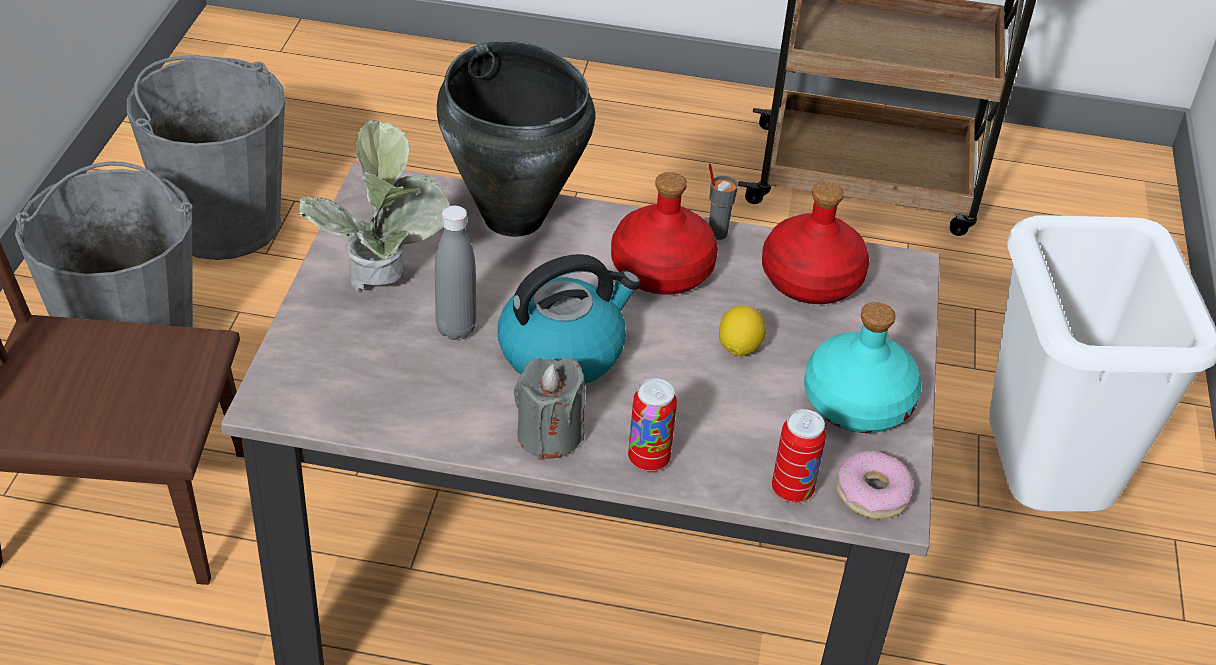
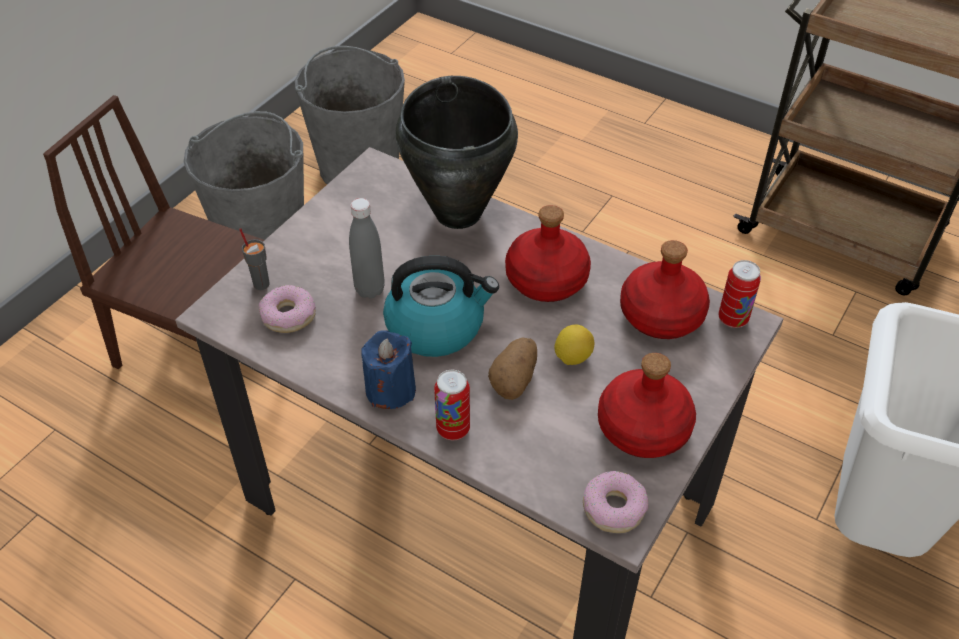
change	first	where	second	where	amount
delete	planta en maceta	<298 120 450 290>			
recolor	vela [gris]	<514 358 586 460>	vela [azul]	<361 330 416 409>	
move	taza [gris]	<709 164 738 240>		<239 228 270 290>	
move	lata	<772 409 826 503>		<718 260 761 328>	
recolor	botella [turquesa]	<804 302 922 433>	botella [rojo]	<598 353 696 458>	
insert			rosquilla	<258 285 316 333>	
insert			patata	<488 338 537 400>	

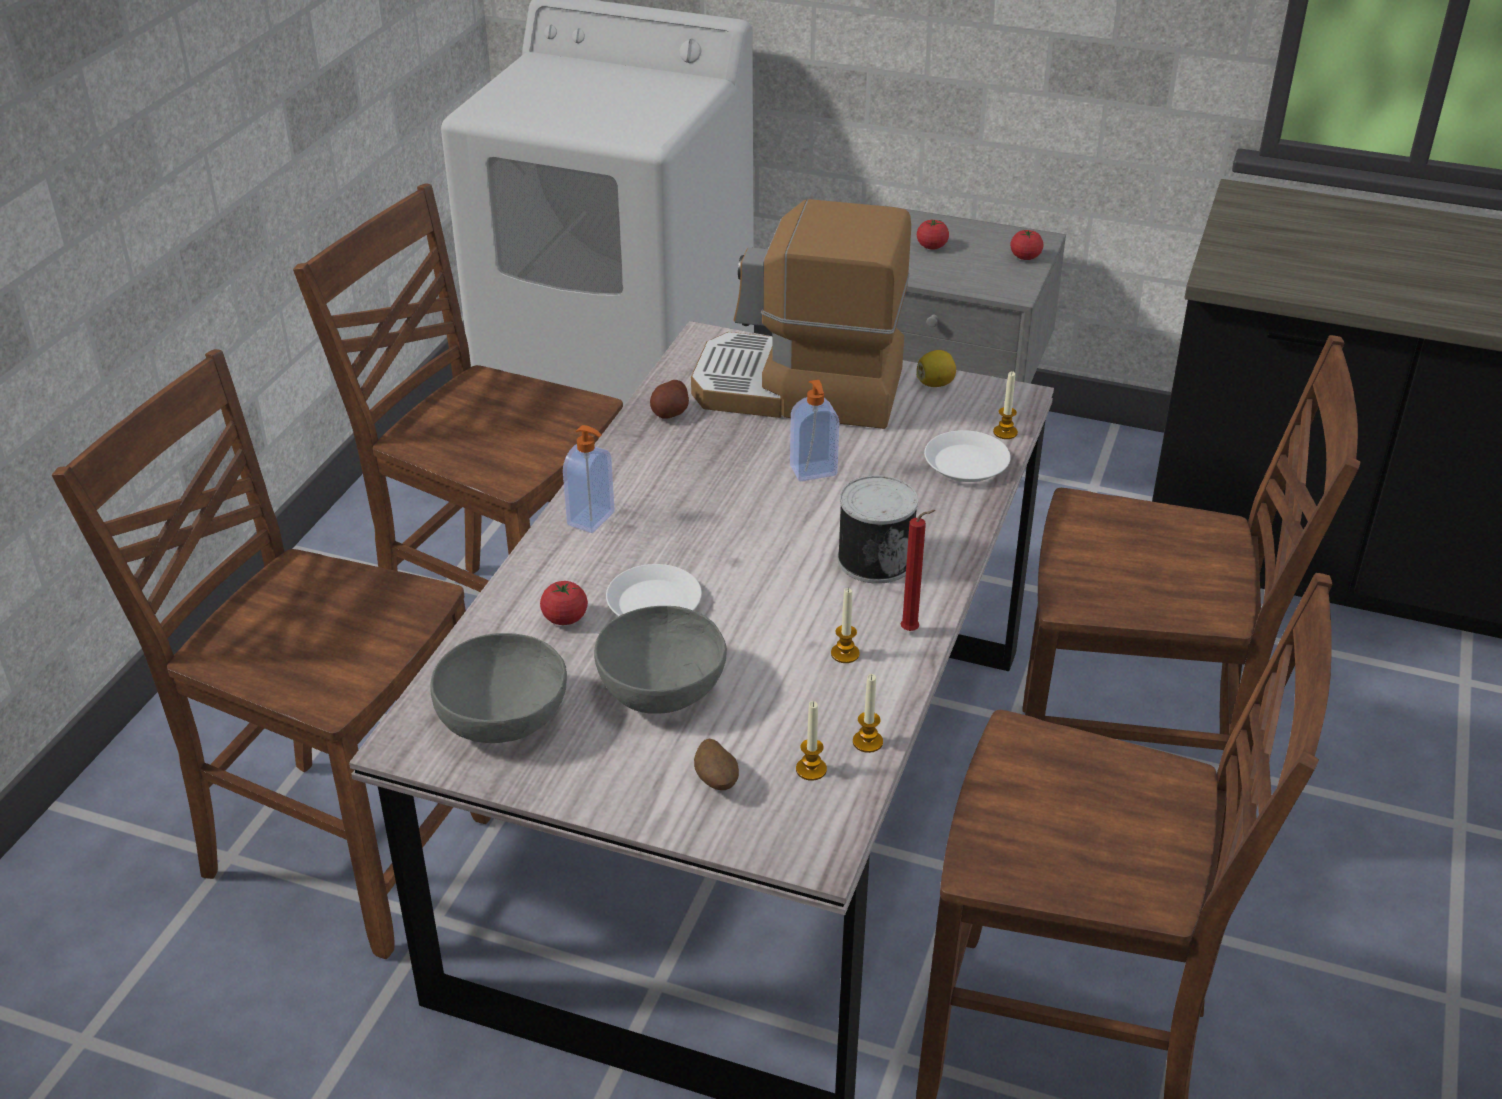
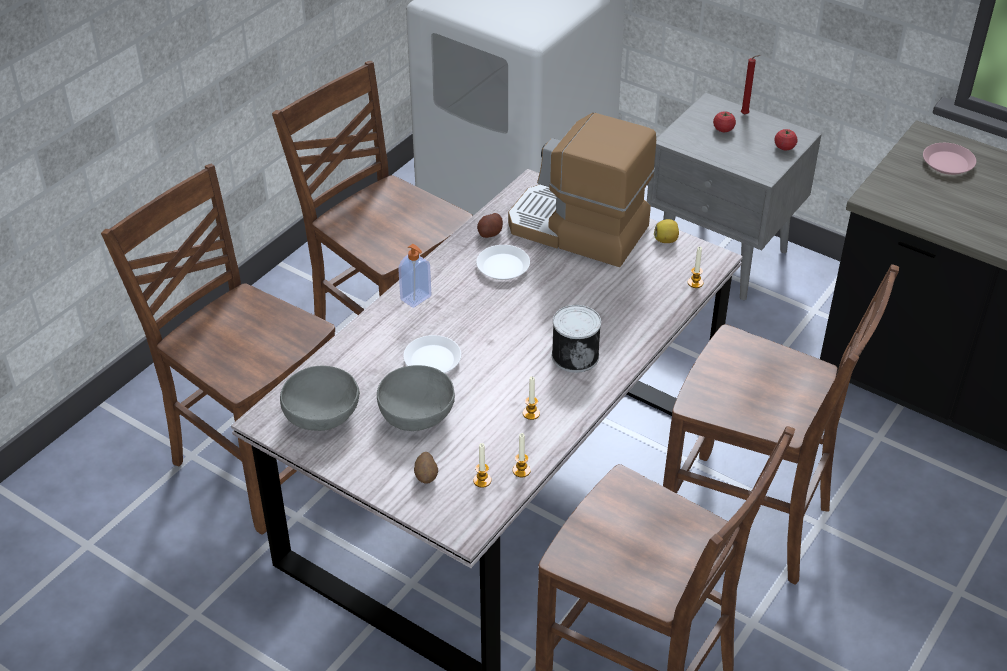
change	first	where	second	where	amount
delete	tomate	<540 581 588 625>			
delete	dispensador de jabón	<790 380 839 481>			
move	vela [rojo]	<900 510 936 631>		<741 55 760 115>	
move	plato [blanco]	<924 430 1011 482>		<476 245 530 280>	
insert			plato [rosa]	<923 143 976 175>	

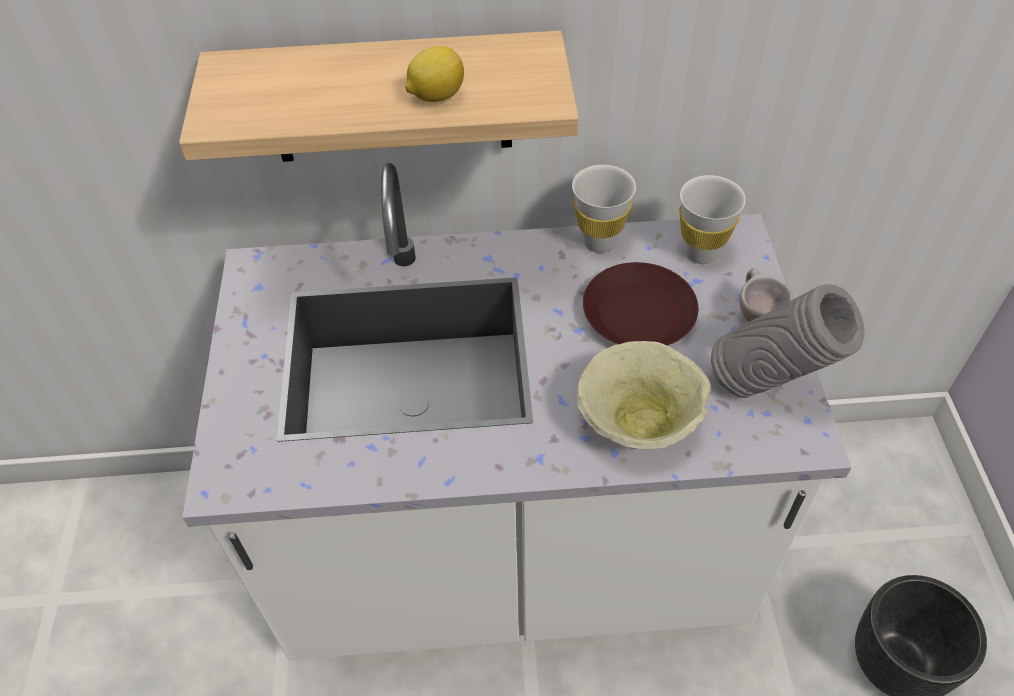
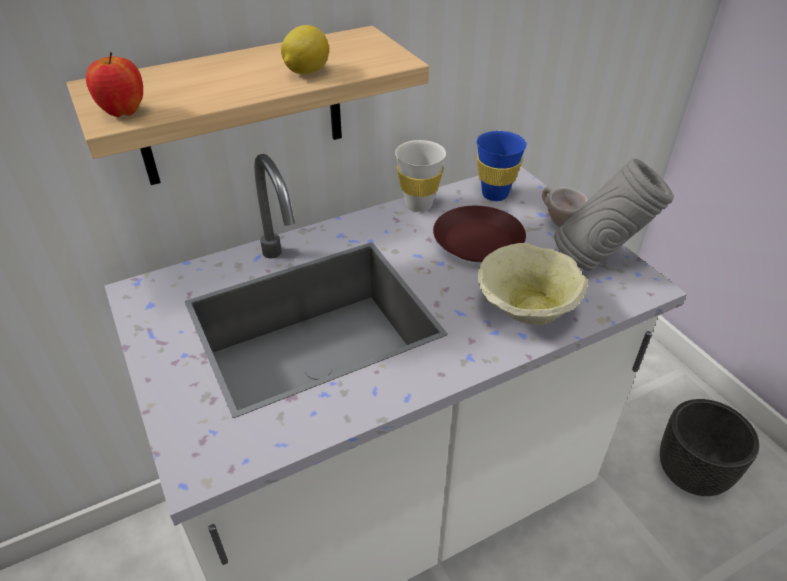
change	first	where	second	where	amount
recolor	taza [blanco]	<679 175 746 264>	taza [azul]	<476 131 527 201>	
insert			manzana	<86 52 143 117>	

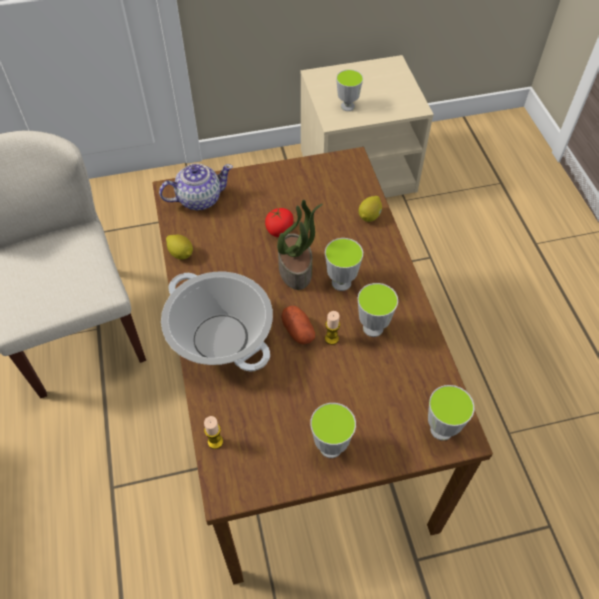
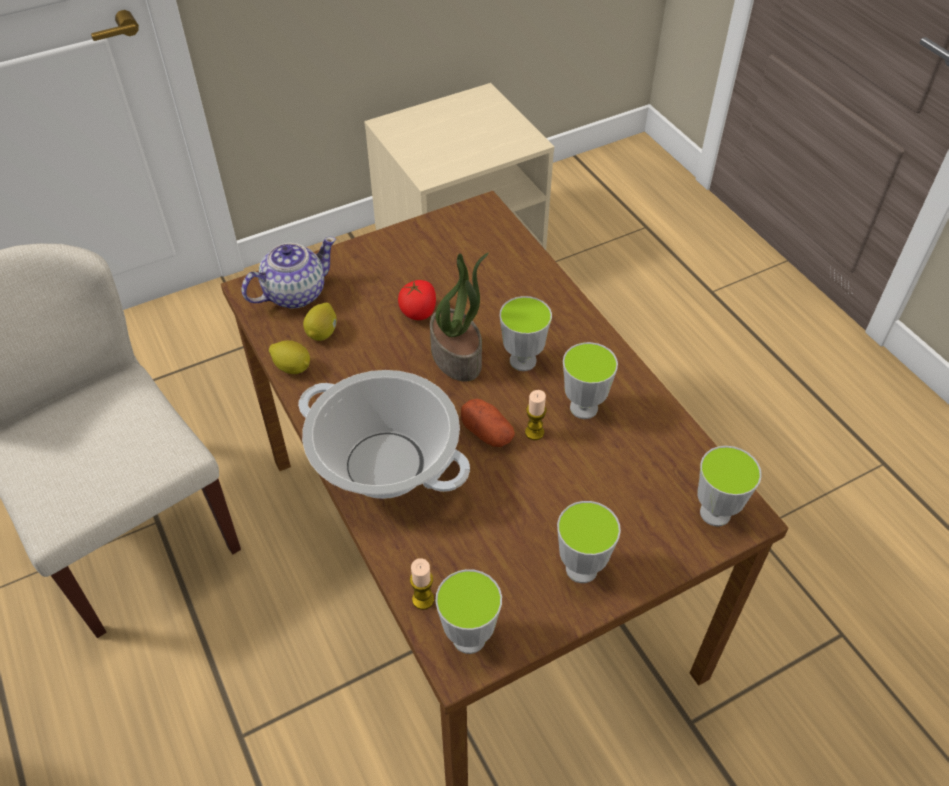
change	first	where	second	where	amount
move	taza	<336 69 363 111>		<436 569 502 654>	
move	limón	<359 196 382 222>		<303 303 337 341>	

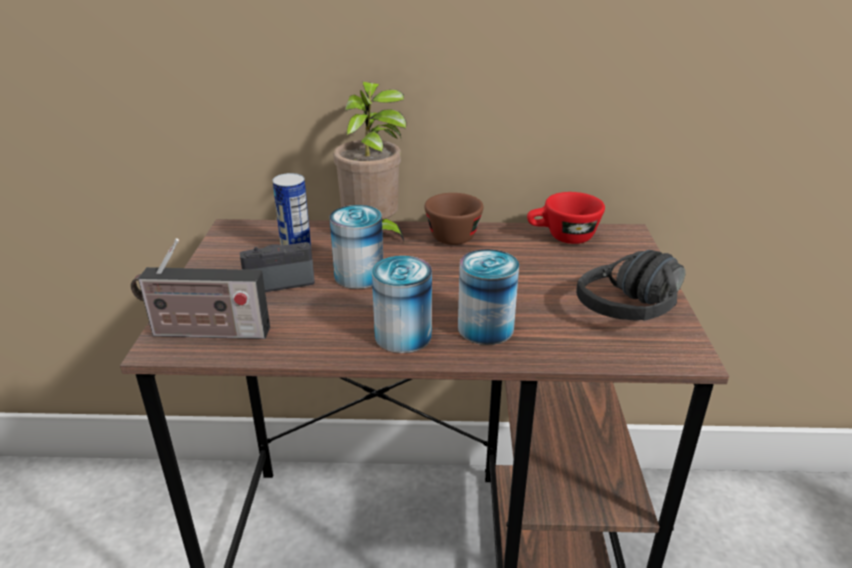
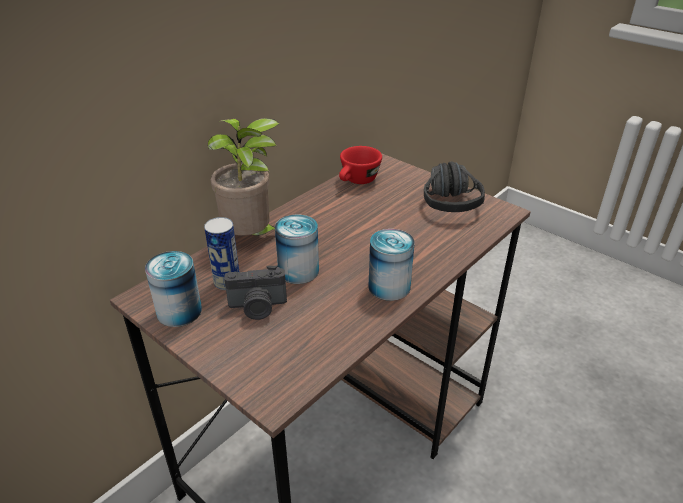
change	first	where	second	where	amount
delete	radio	<131 238 270 339>			
rotate	cámara	<240 242 315 292>		<224 266 287 320>	120 degrees counterclockwise
delete	taza [marrón]	<425 193 483 245>			
move	lata	<458 249 519 345>		<145 251 202 327>	

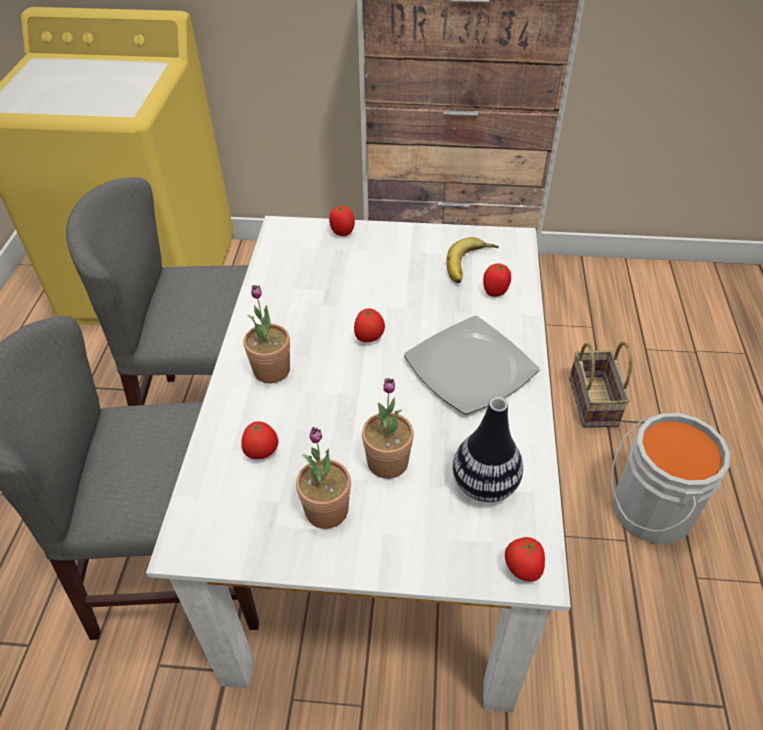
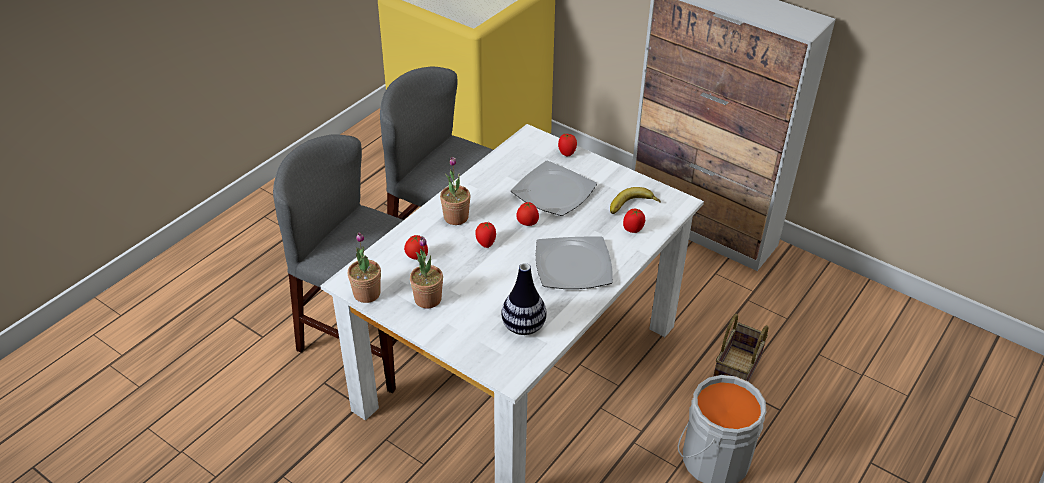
change	first	where	second	where	amount
move	planta en maceta	<362 378 414 479>		<348 232 381 303>	
move	tomate	<505 537 545 582>		<475 222 496 248>	
insert			plato	<511 161 597 216>	

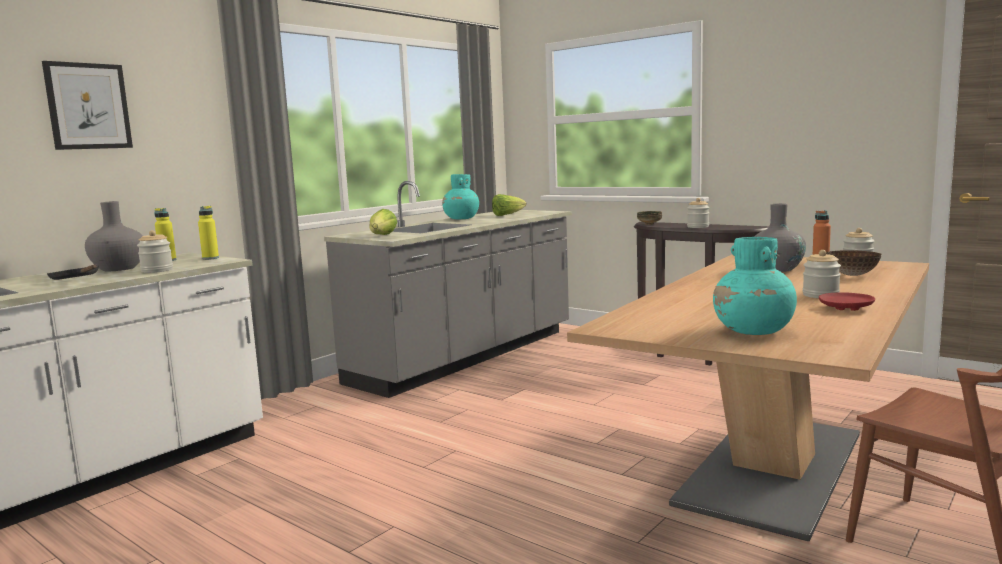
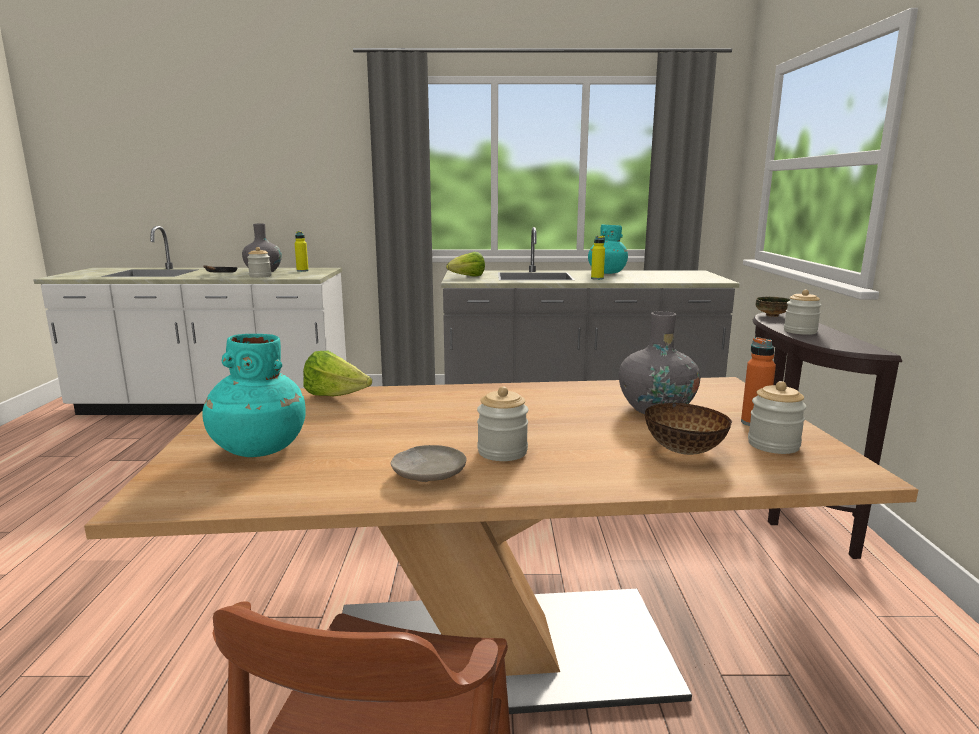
change	first	where	second	where	amount
delete	cuadro	<42 61 133 150>			
move	botella [amarillo]	<198 206 219 260>		<591 236 605 280>	
move	lechuga	<492 194 527 216>		<303 351 372 396>	
recolor	plato [rojo]	<819 292 875 311>	plato [beis]	<391 445 467 482>	

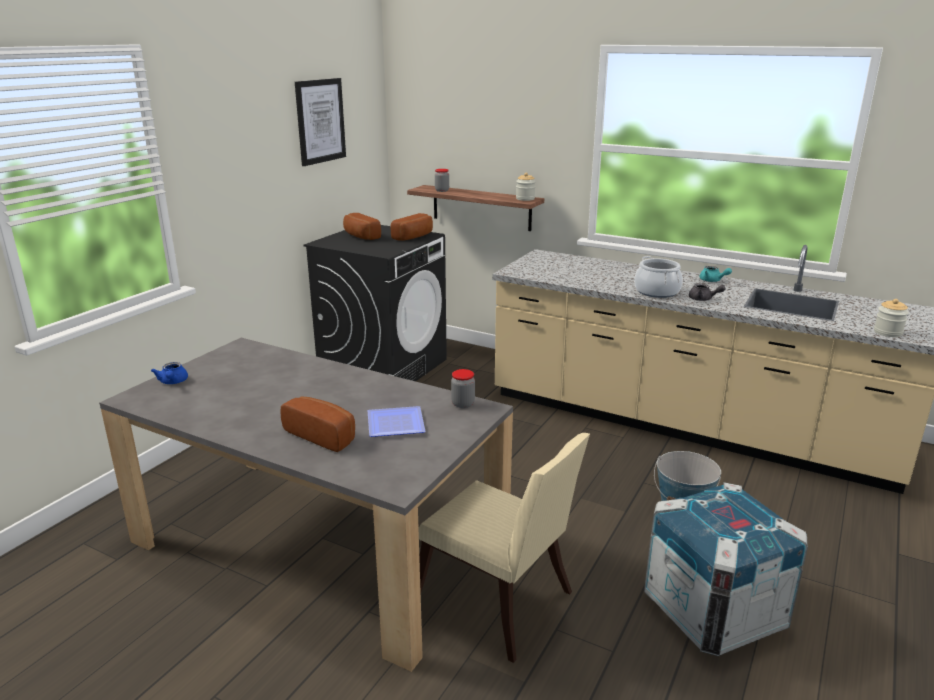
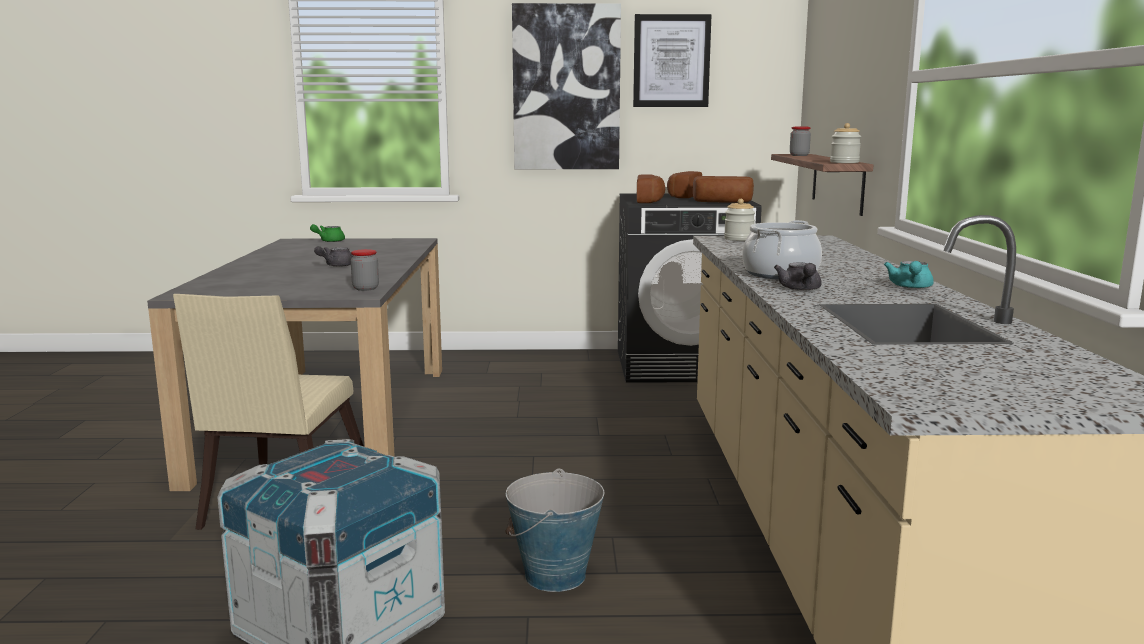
change	first	where	second	where	amount
recolor	tetera [azul]	<151 362 188 384>	tetera [verde]	<310 224 345 242>	
move	pan	<280 396 355 452>		<637 174 665 203>	
delete	plato	<367 406 426 437>			
move	tarro	<874 299 909 337>		<724 199 755 241>	
insert			tetera [gris]	<314 246 353 267>	
insert			cuadro	<512 3 621 169>	

